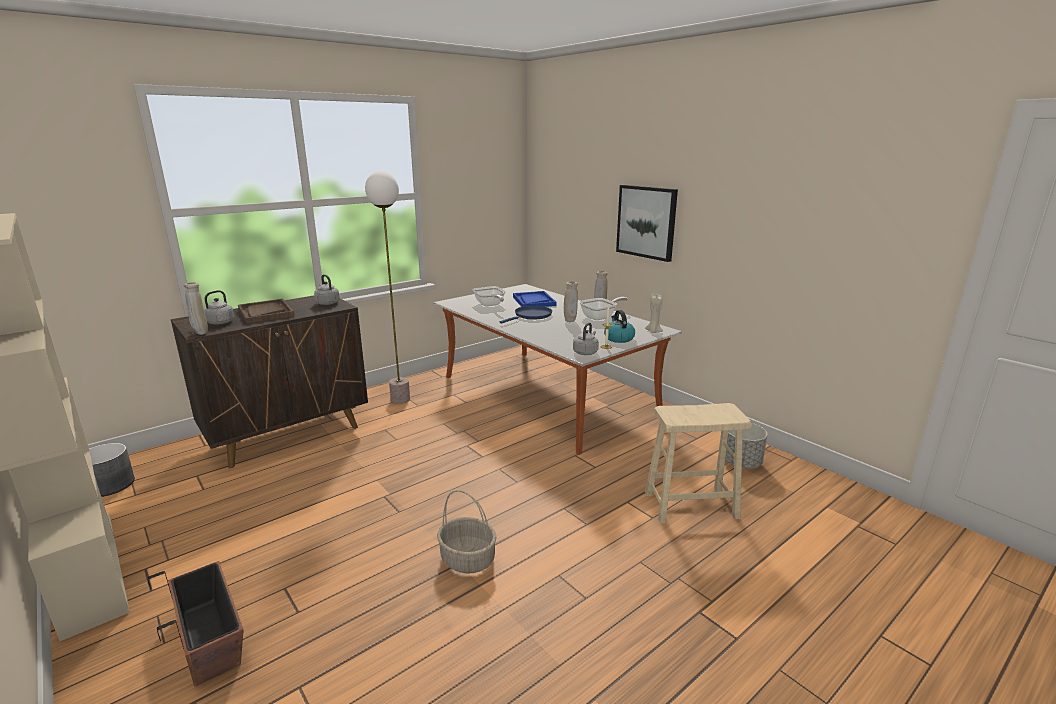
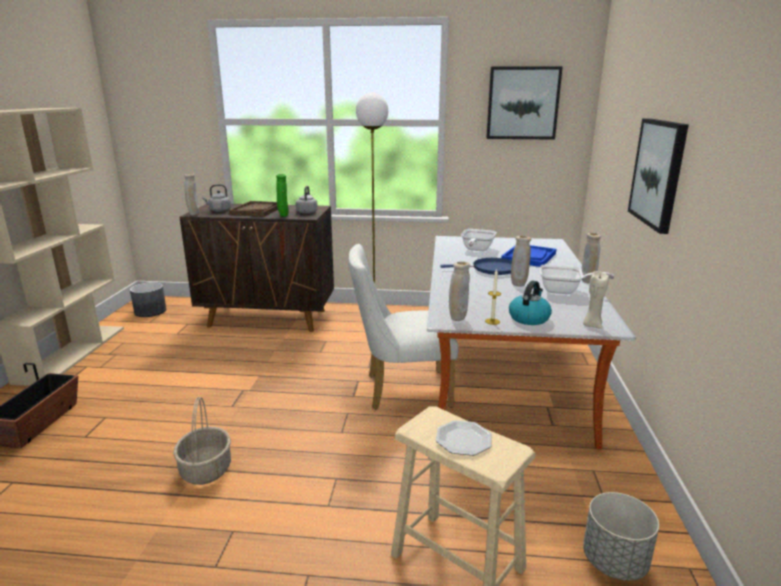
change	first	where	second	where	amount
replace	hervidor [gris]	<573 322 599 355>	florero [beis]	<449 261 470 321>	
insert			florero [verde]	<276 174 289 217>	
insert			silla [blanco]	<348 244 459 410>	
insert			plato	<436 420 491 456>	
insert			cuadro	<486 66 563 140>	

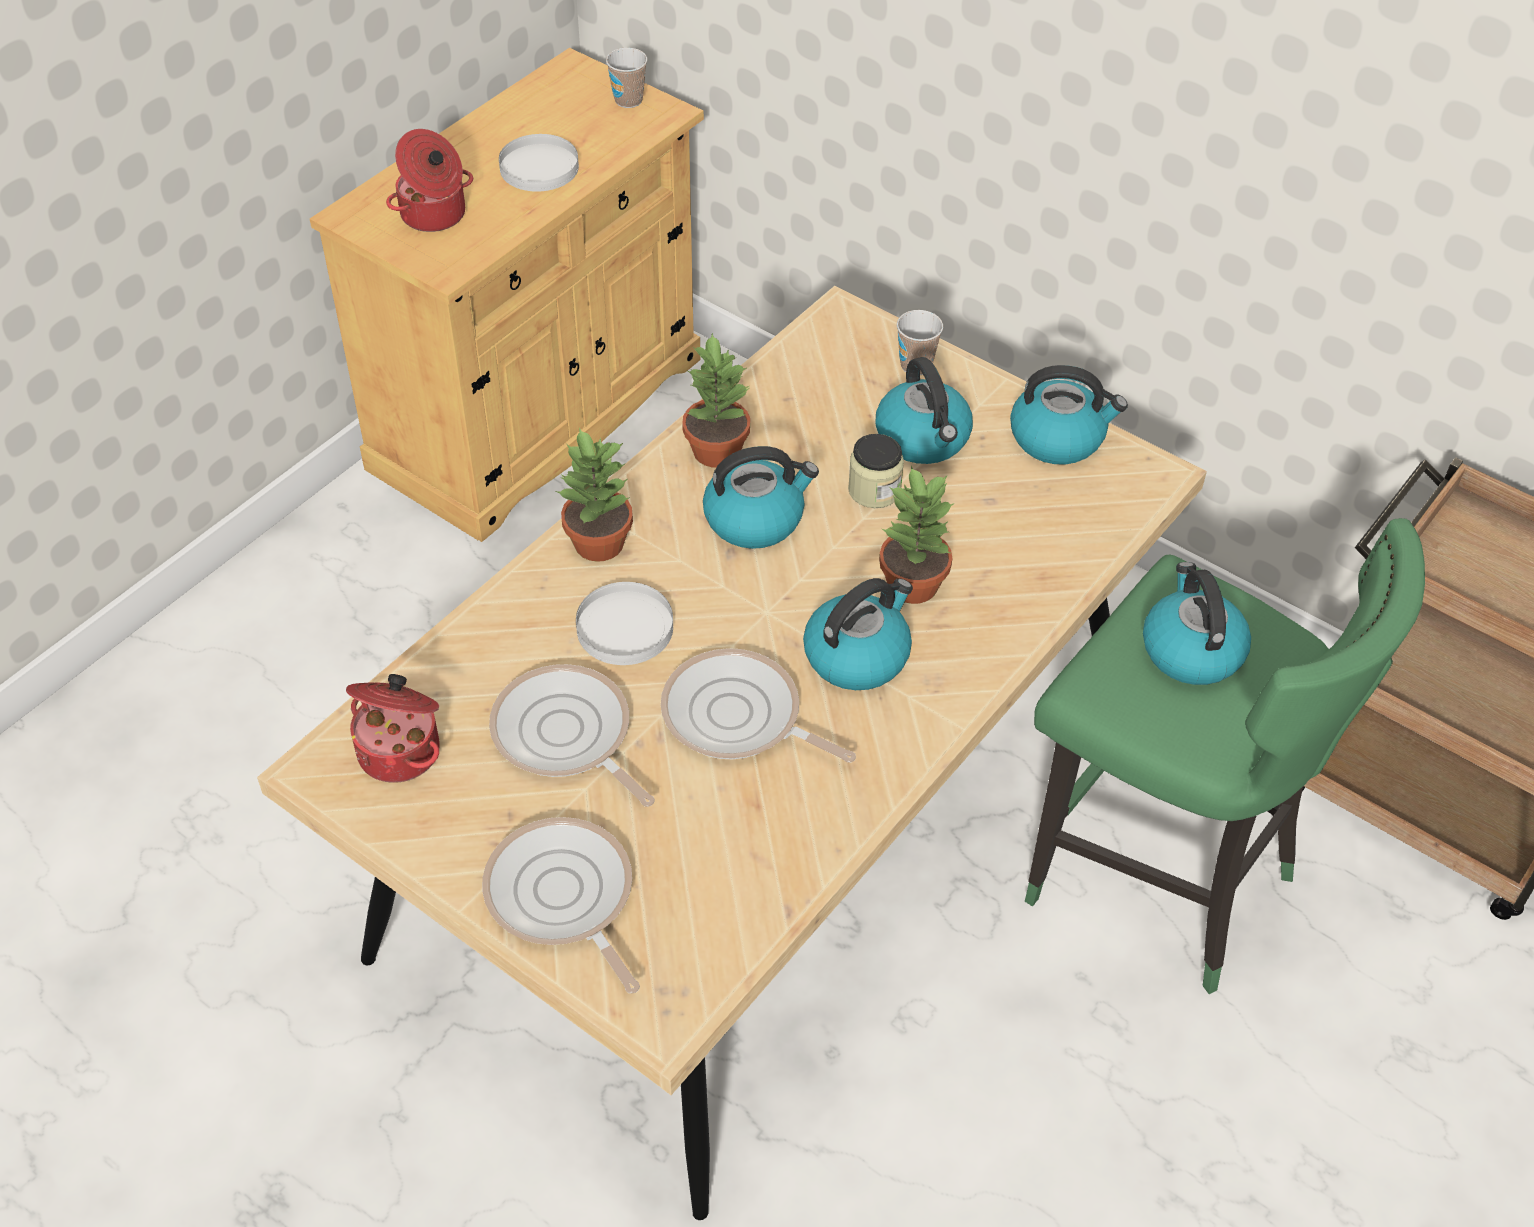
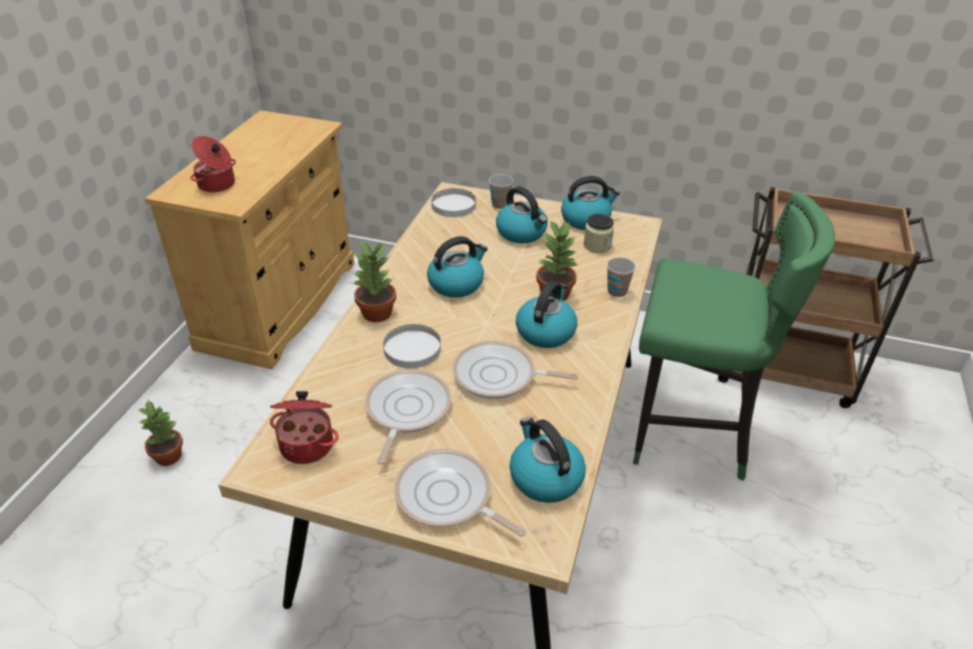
change	first	where	second	where	amount
rotate	sartén	<489 664 655 807>		<365 369 451 464>	75 degrees clockwise
move	plato [blanco]	<499 134 579 192>		<431 188 476 217>	
move	taza	<606 48 647 108>		<607 257 636 297>	
move	planta en maceta	<682 333 750 468>		<137 400 183 466>	
move	tarro	<848 434 904 508>		<584 214 614 253>	
move	hervidor	<1143 562 1251 685>		<510 417 586 503>	

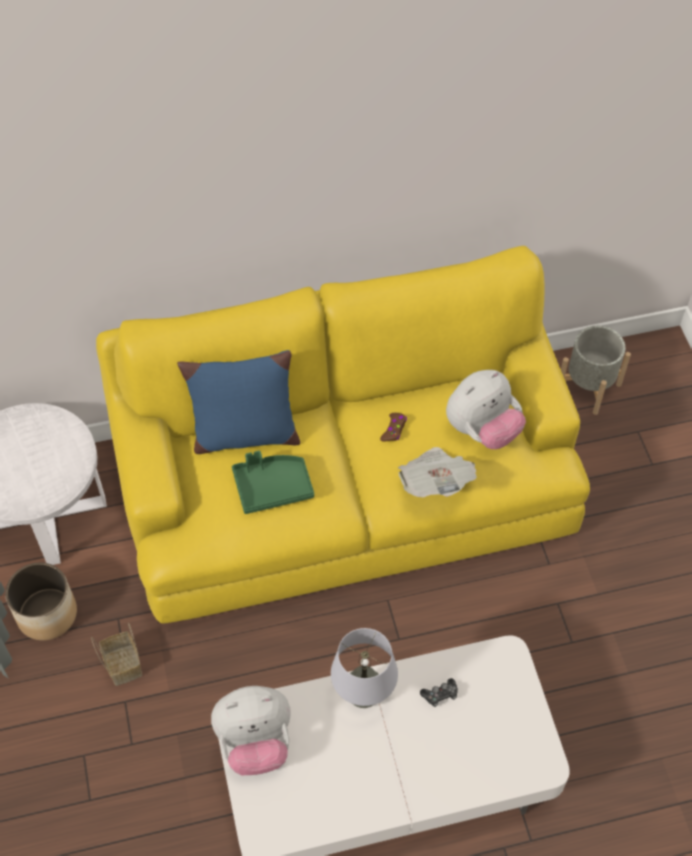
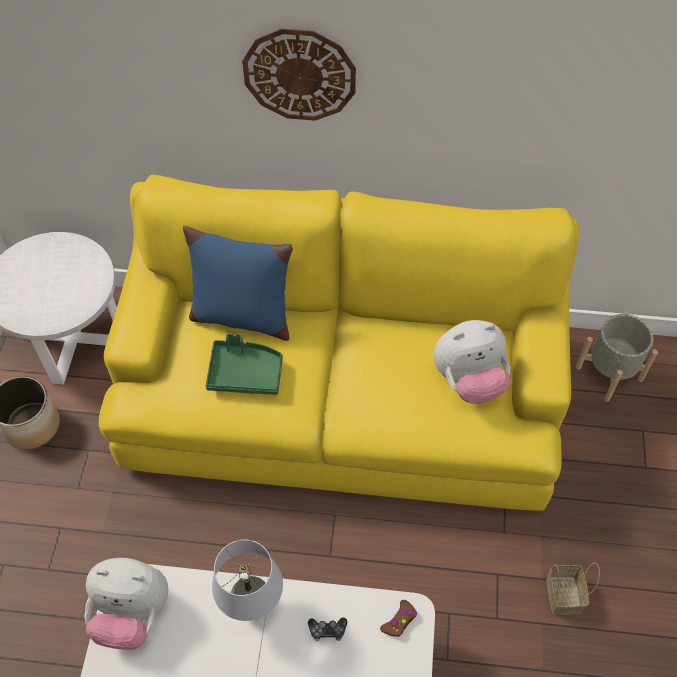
change	first	where	second	where	amount
move	cesta	<91 623 142 686>		<546 562 600 615>	
move	mando de consola [marrón]	<380 413 407 442>		<380 600 417 637>	
delete	periódico	<398 447 477 497>			
insert			reloj de pared	<242 28 356 121>	

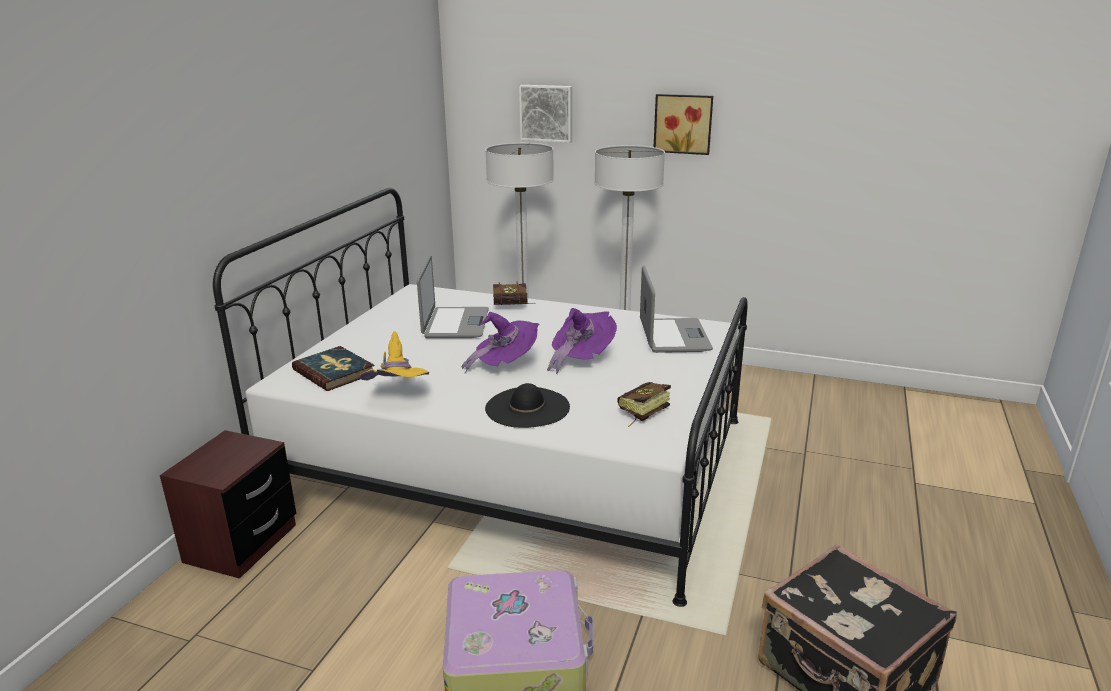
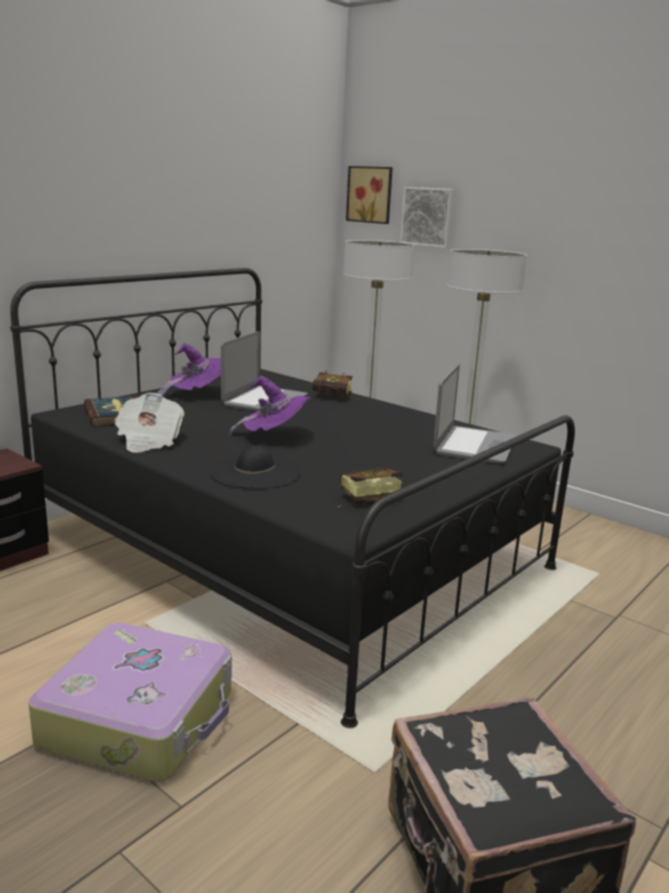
change	first	where	second	where	amount
recolor	cama [blanco]	<213 188 748 607>	cama [negro]	<10 268 575 728>	
replace	sombrero [amarillo]	<360 331 429 380>	periódico	<114 393 184 453>	
move	sombrero [morado]	<547 308 617 374>		<158 343 221 396>	
move	cuadro	<654 94 713 155>		<346 166 393 224>	

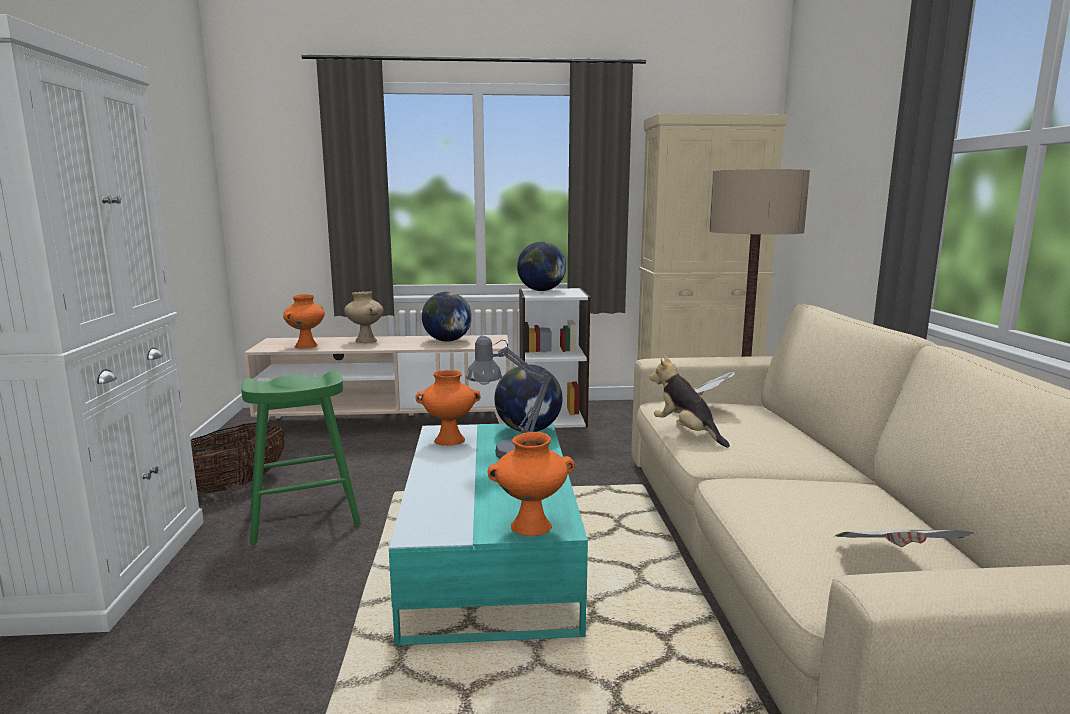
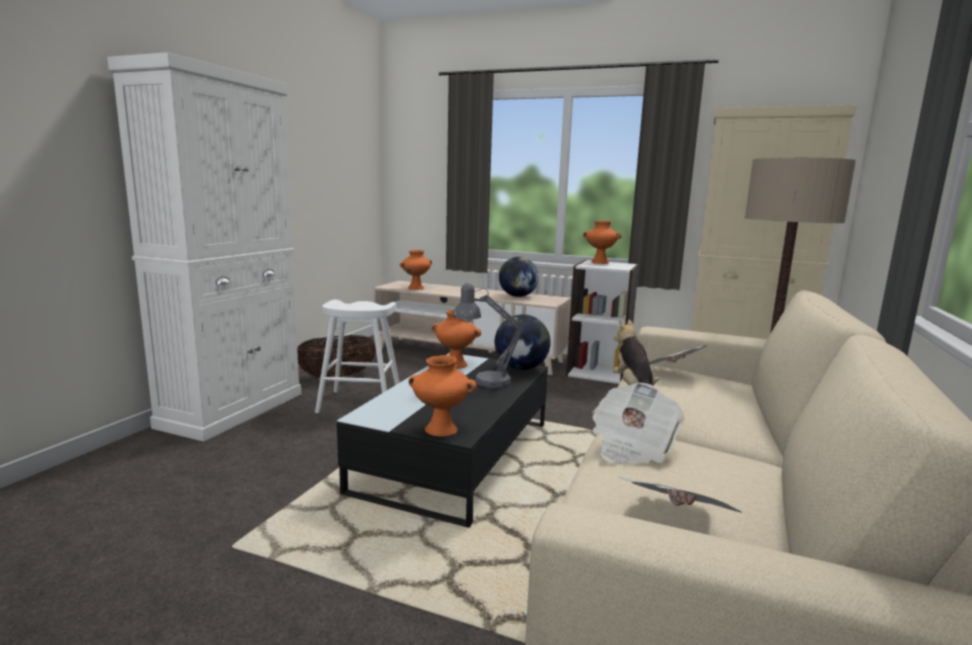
change	first	where	second	where	amount
recolor	taburete [verde]	<241 370 361 544>	taburete [blanco]	<315 299 400 413>	
delete	florero [beis]	<344 291 383 343>			
recolor	mesa de centro [turquesa]	<389 423 588 645>	mesa de centro [negro]	<337 353 548 528>	
replace	globo terráqueo	<517 242 566 291>	florero [naranja]	<583 221 622 264>	
insert			periódico	<592 383 685 464>	

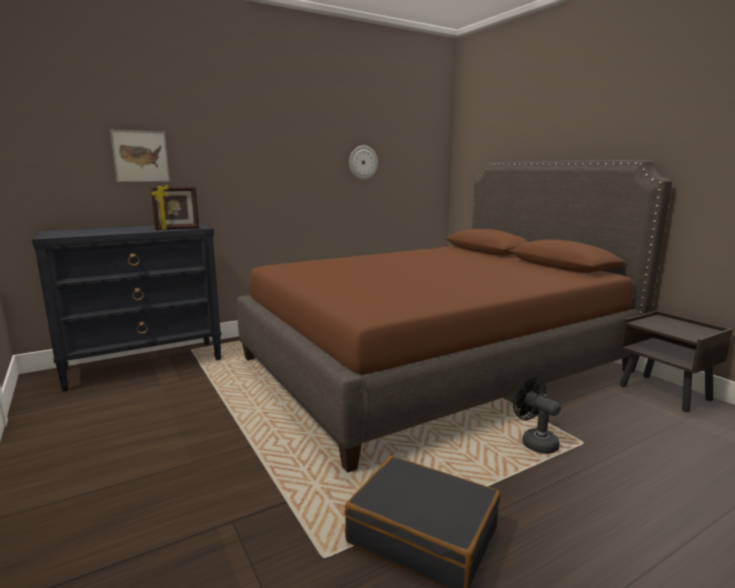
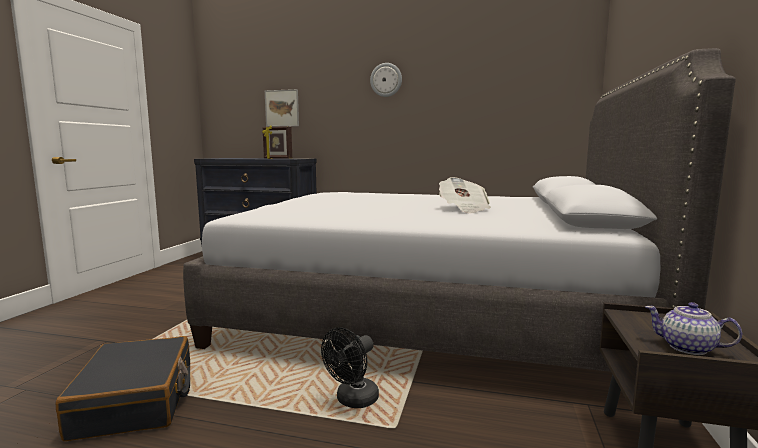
change	first	where	second	where	amount
recolor	cama [marrón]	<237 160 672 473>	cama [gris]	<183 48 736 372>	
move	reloj de pared	<349 145 378 180>		<370 63 402 97>	
rotate	ventilador [negro]	<513 377 561 454>		<321 327 379 408>	150 degrees counterclockwise
insert			periódico	<439 177 491 213>	
insert			tetera	<645 302 742 355>	

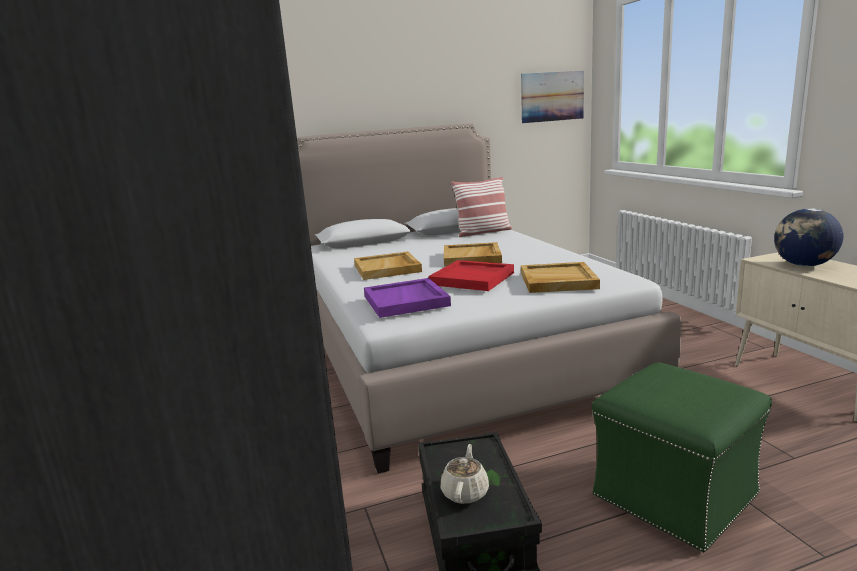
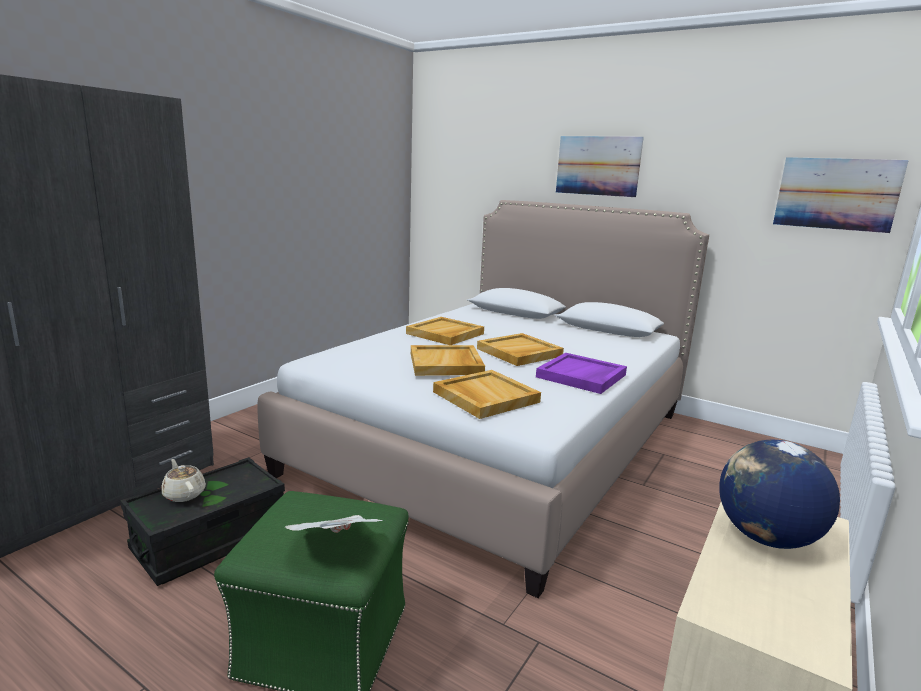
change	first	where	second	where	amount
move	bandeja [morado]	<364 278 451 318>		<536 353 627 394>	
recolor	bandeja [rojo]	<428 260 514 291>	bandeja [beis]	<411 345 485 376>	
rotate	tetera [beis]	<441 444 489 504>		<161 459 206 502>	105 degrees counterclockwise
delete	cojín	<451 177 512 237>			
insert			periódico	<285 515 385 533>	
insert			cuadro	<556 136 644 197>	

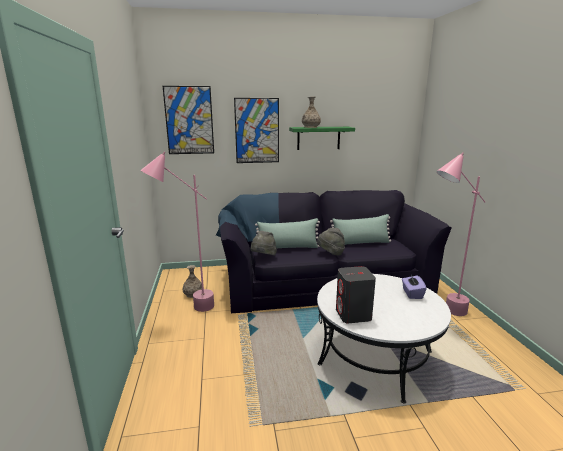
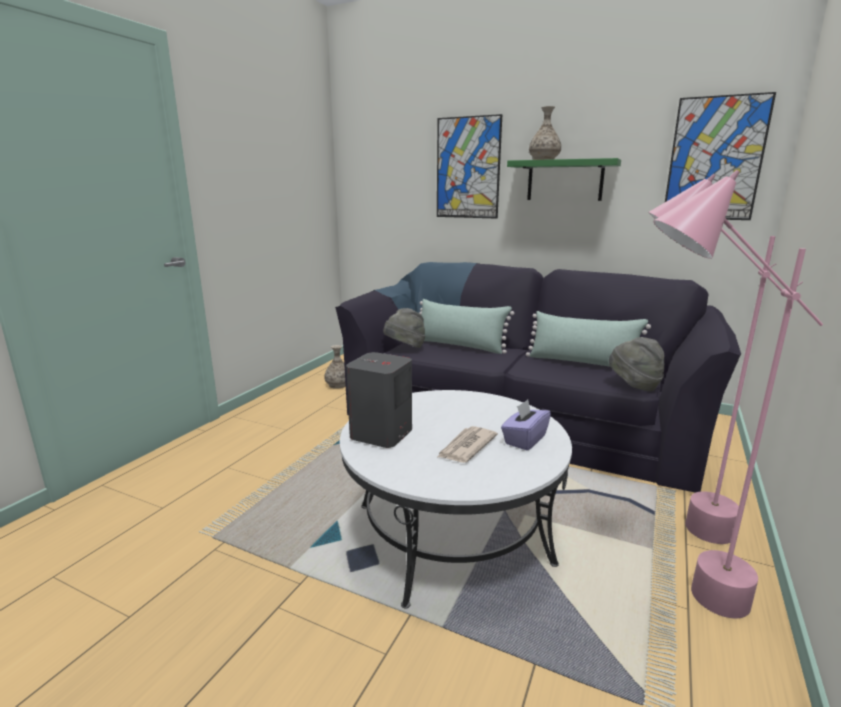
change	first	where	second	where	amount
move	lámpara de pie [rosa]	<140 152 214 312>		<653 170 823 618>	
move	cuadro	<163 86 214 154>		<665 92 776 220>	
move	sombrero [gris]	<317 228 345 255>		<609 337 664 392>	
insert			periódico	<438 426 498 463>	

